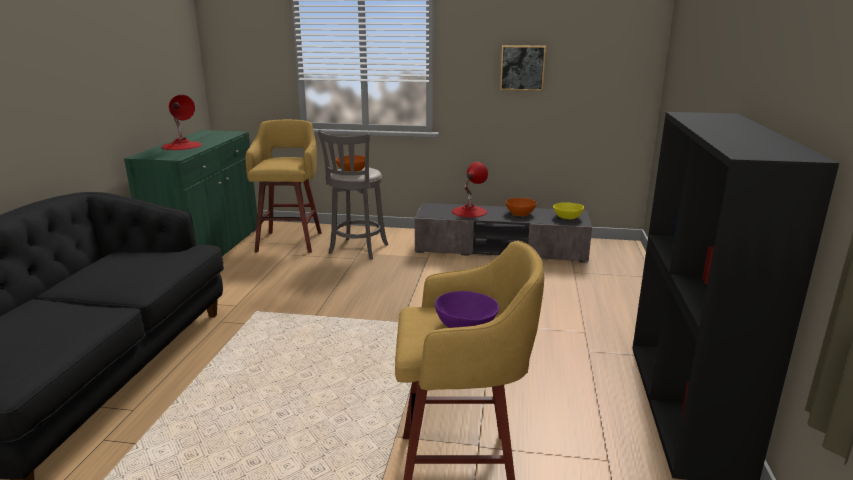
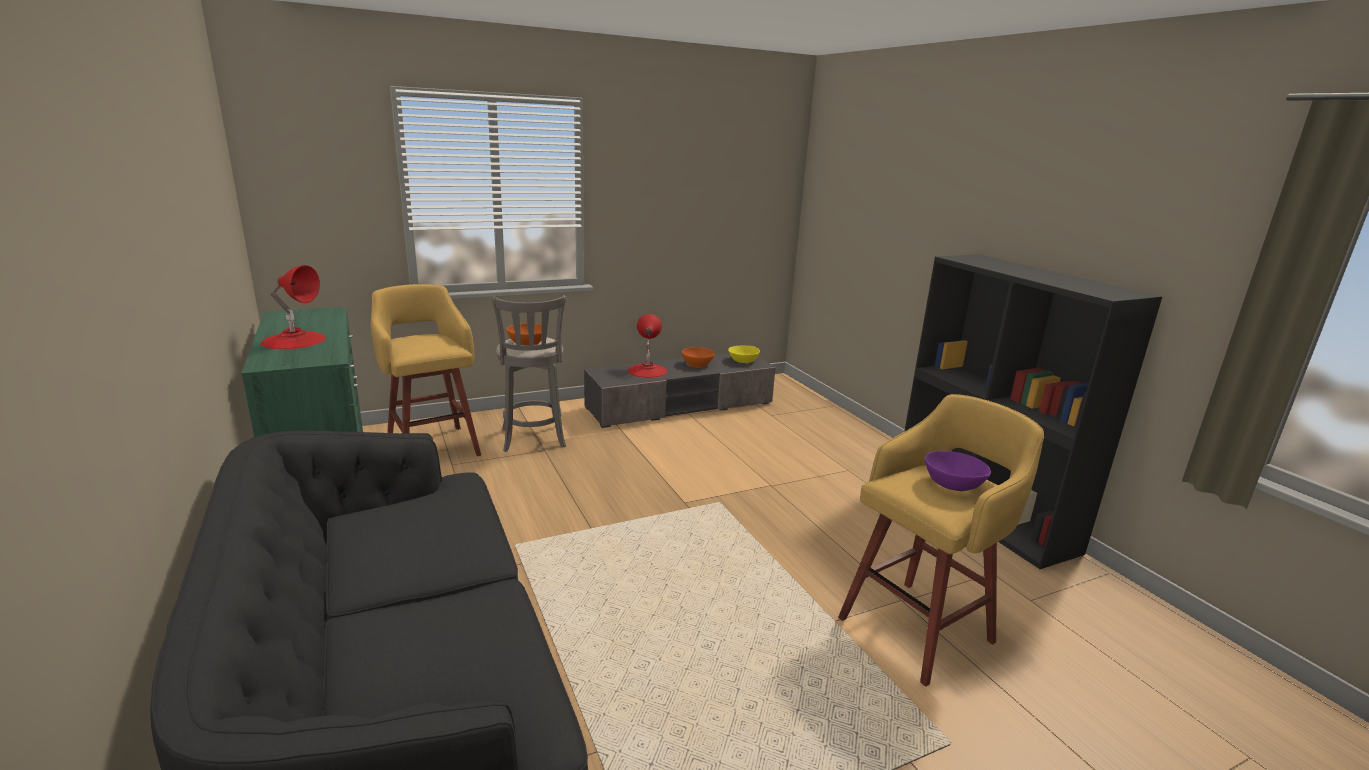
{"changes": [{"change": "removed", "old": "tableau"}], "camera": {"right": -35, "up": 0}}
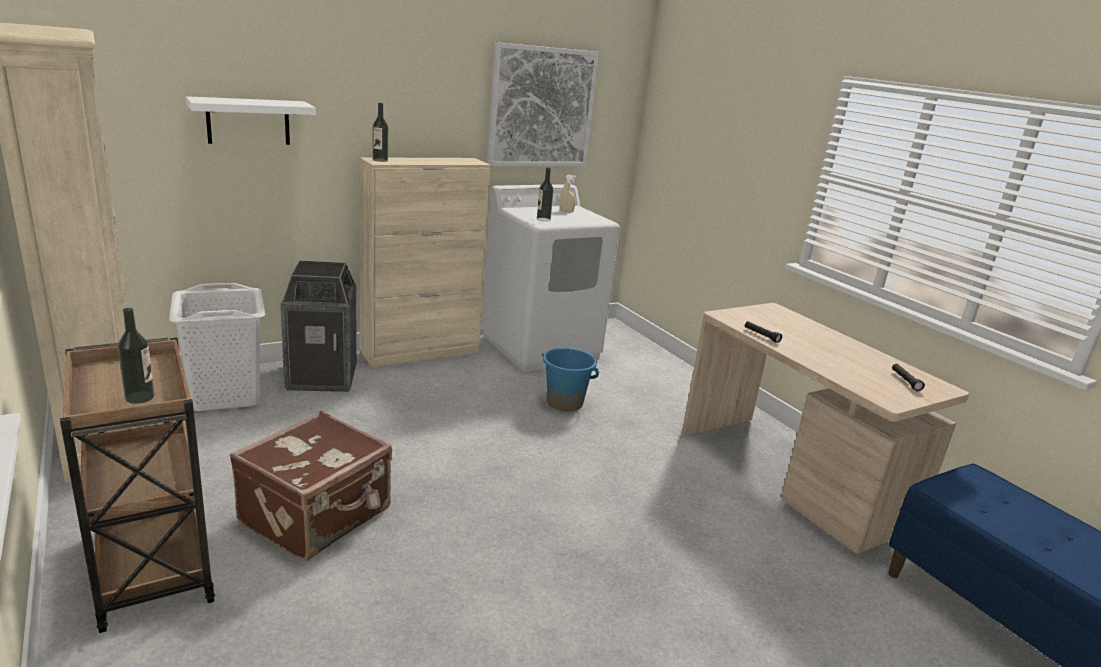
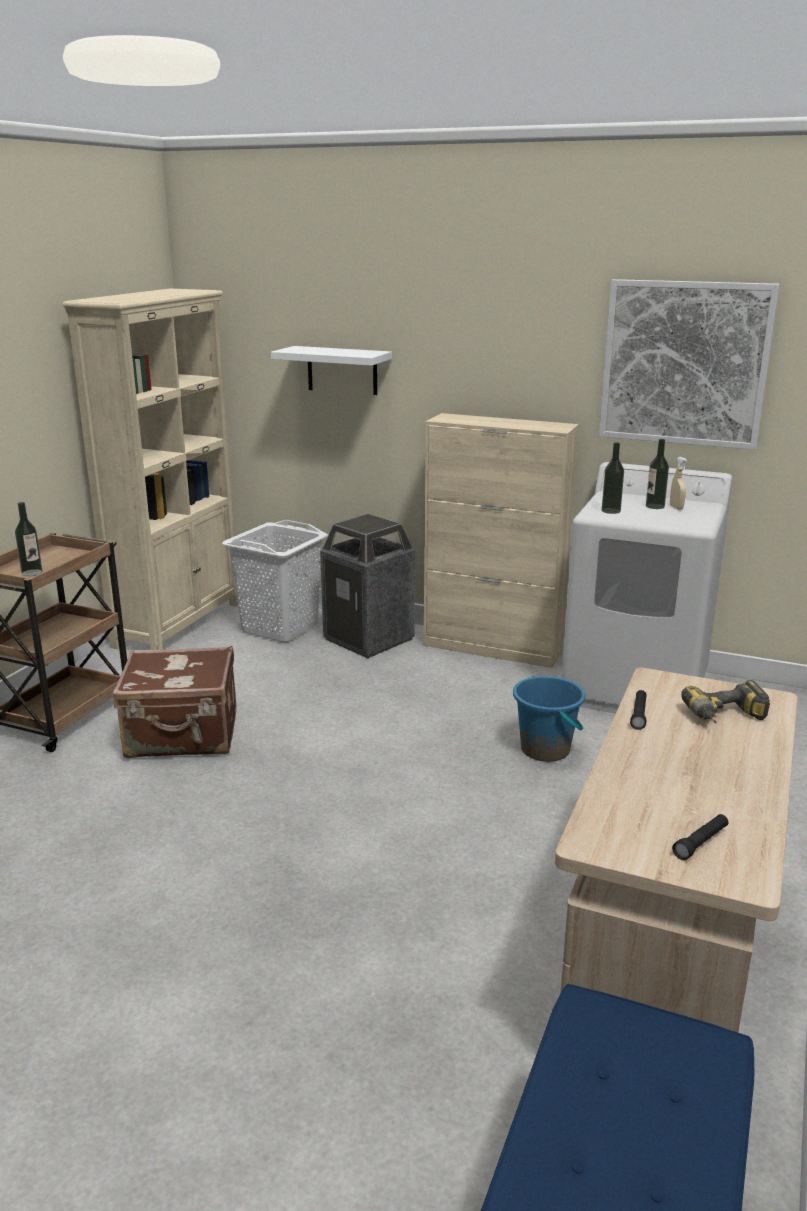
{"changes": [{"change": "moved", "old": "bouteille (2nd from left in the first image)", "new": "bouteille (3rd from left)"}, {"change": "added", "new": "perceuse"}], "camera": {"right": 55, "up": 0}}
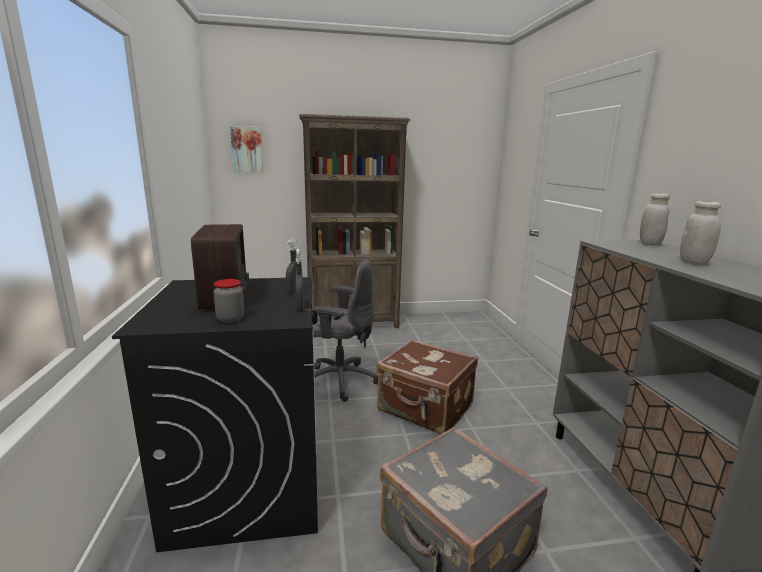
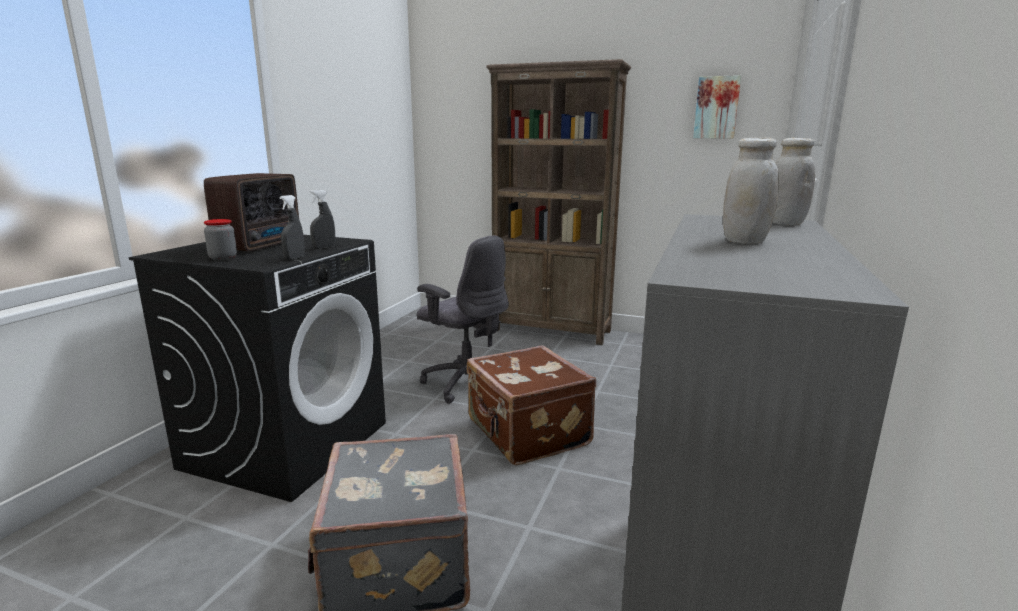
{"changes": [{"change": "moved", "old": "tableau"}], "camera": {"right": 30, "up": 0}}
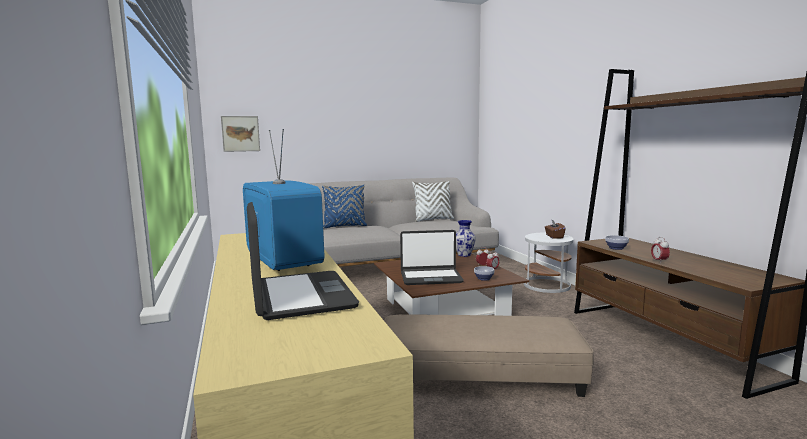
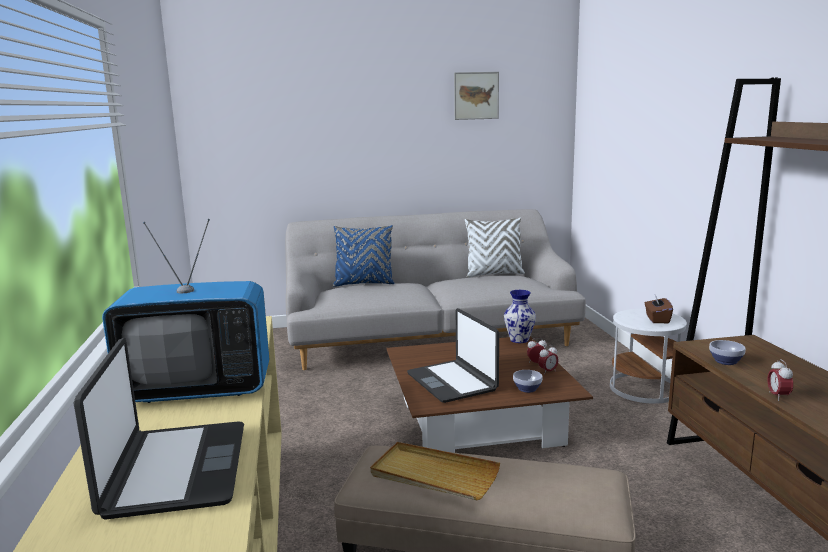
{"changes": [{"change": "moved", "old": "tableau"}, {"change": "turned", "old": "téléviseur", "degrees": 105}, {"change": "turned", "old": "ordinateur portable (2nd from left)", "degrees": 60}, {"change": "added", "new": "plateau/beige"}], "camera": {"right": 10, "up": 5}}
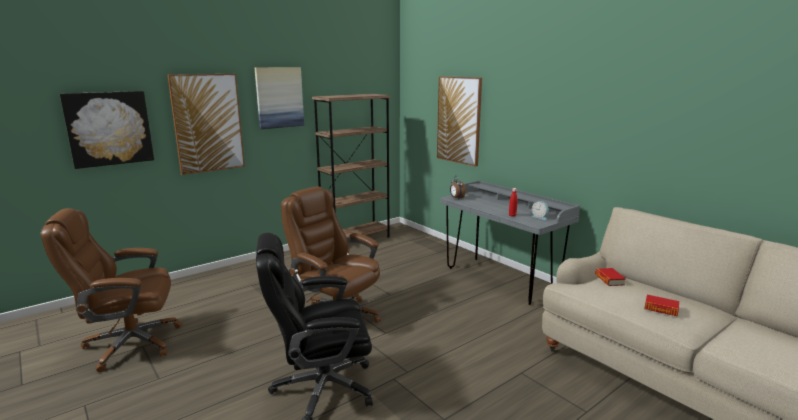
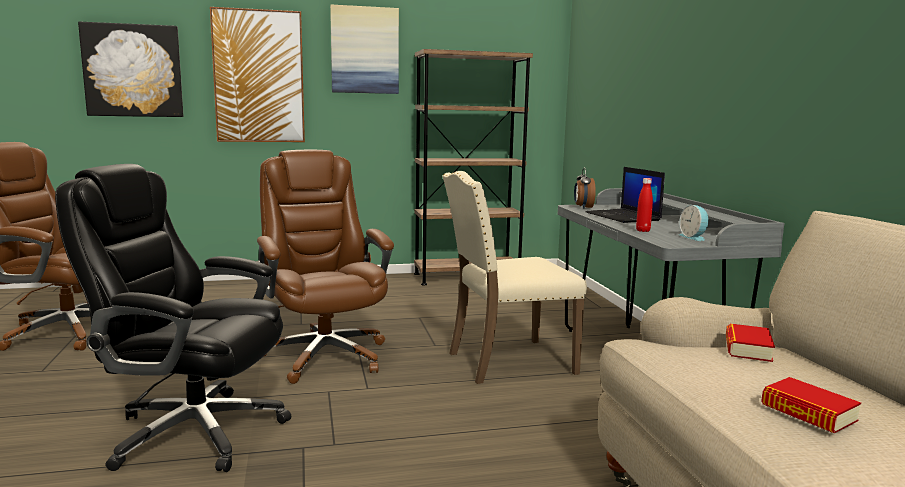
{"changes": [{"change": "removed", "old": "tableau (4th from left)"}, {"change": "added", "new": "chaise/beige"}, {"change": "added", "new": "ordinateur portable"}], "camera": {"right": 25, "up": -5}}
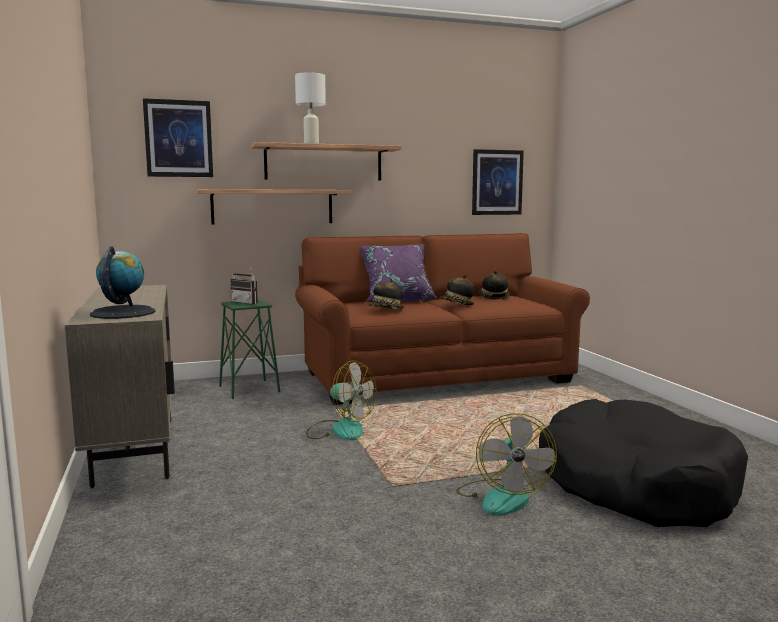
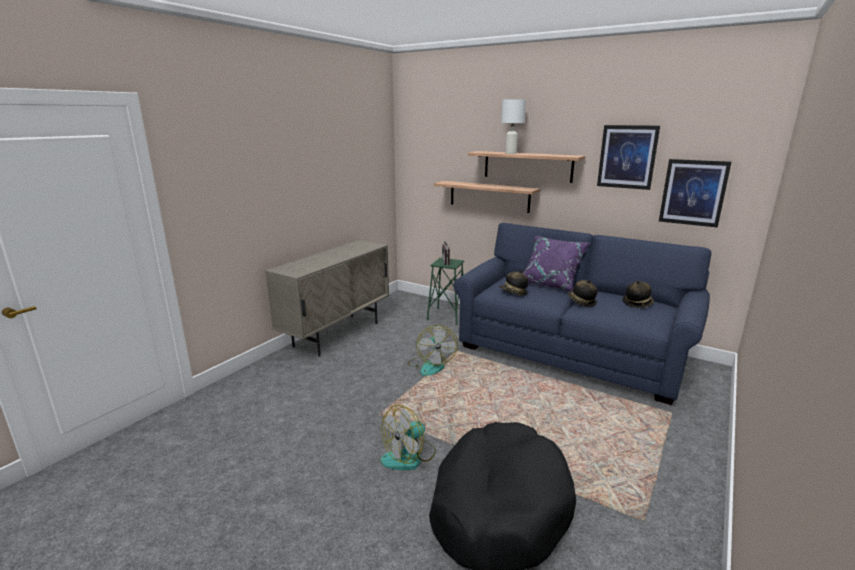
{"changes": [{"change": "removed", "old": "globe"}, {"change": "moved", "old": "tableau (1st from left)"}, {"change": "recoloured", "old": "canapé/marron", "new": "canapé/bleu"}], "camera": {"right": 50, "up": 10}}
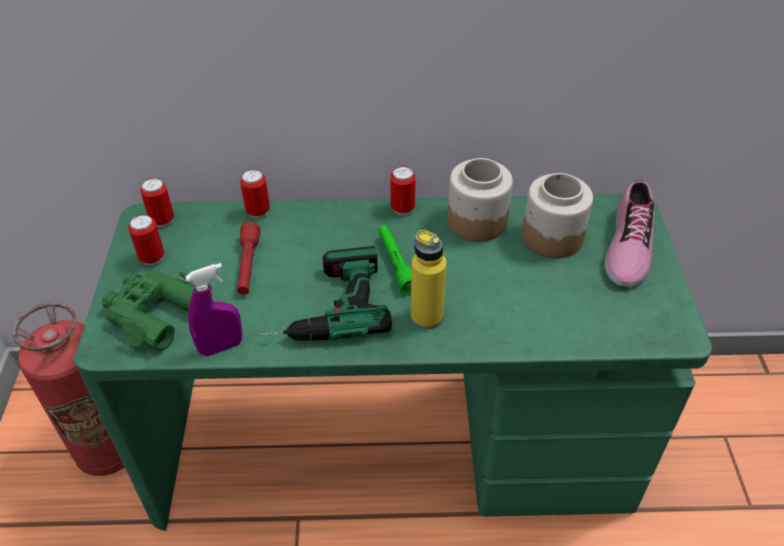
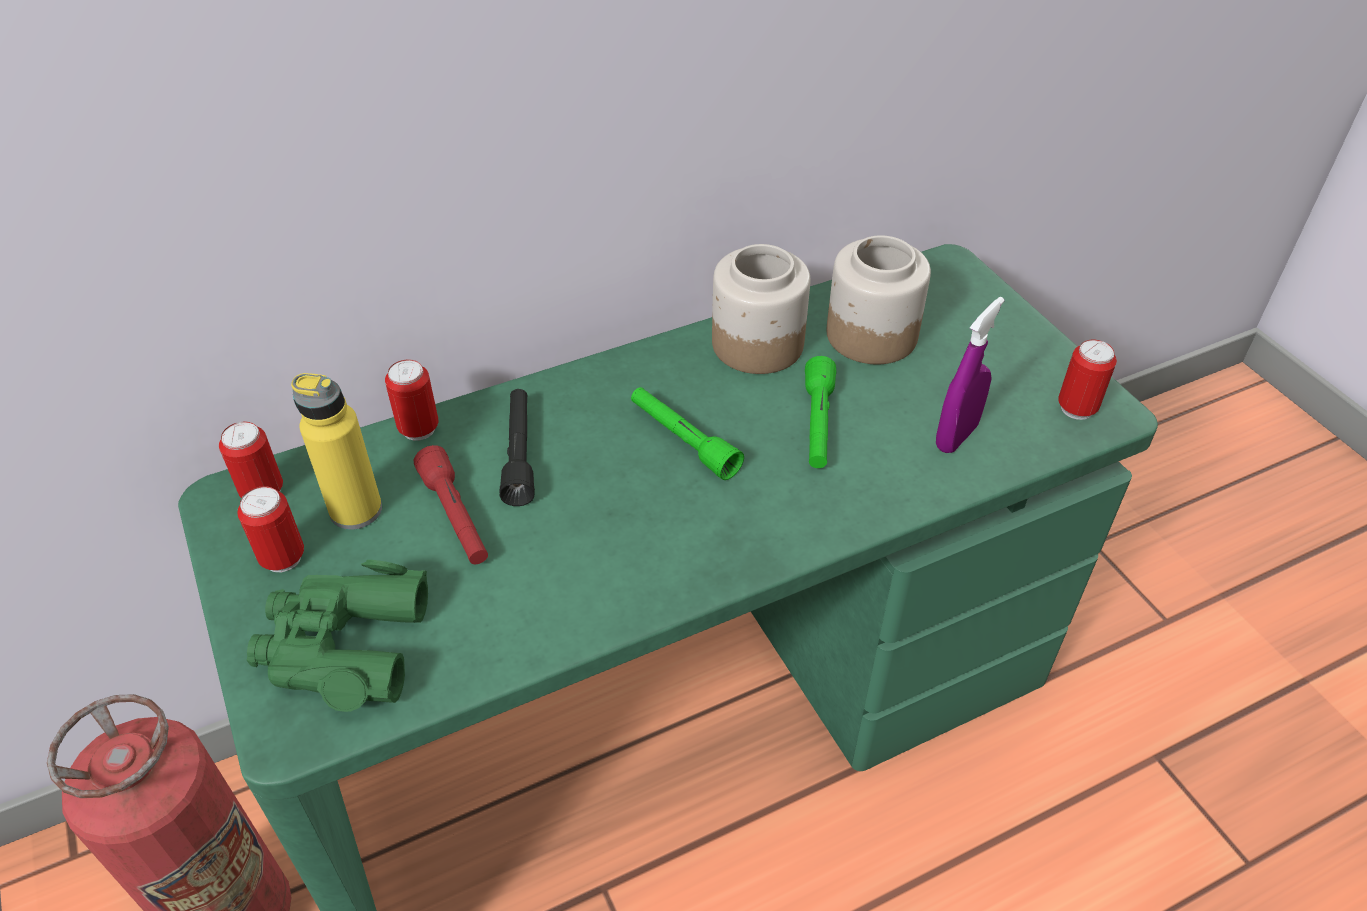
{"changes": [{"change": "moved", "old": "vaporisateur/violet"}, {"change": "removed", "old": "perceuse"}, {"change": "moved", "old": "boîte métallique (4th from left)"}, {"change": "moved", "old": "bouteille/jaune"}, {"change": "removed", "old": "chaussure"}, {"change": "added", "new": "lampe de poche/noir"}, {"change": "added", "new": "lampe de poche/vert (2nd from left)"}], "camera": {"right": -25, "up": 0}}
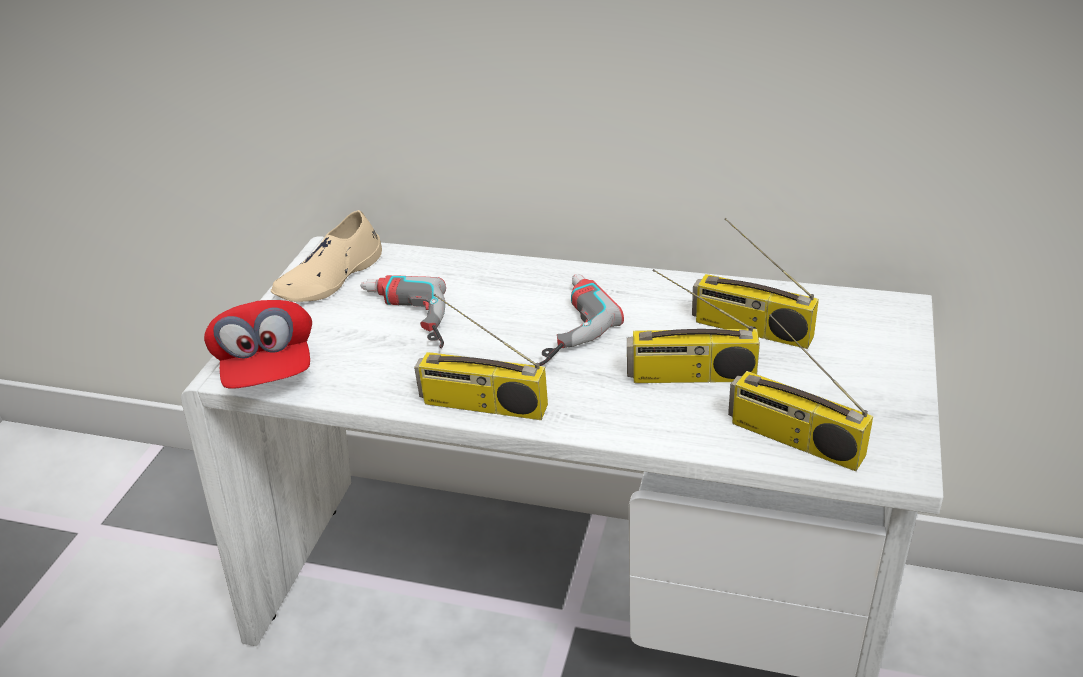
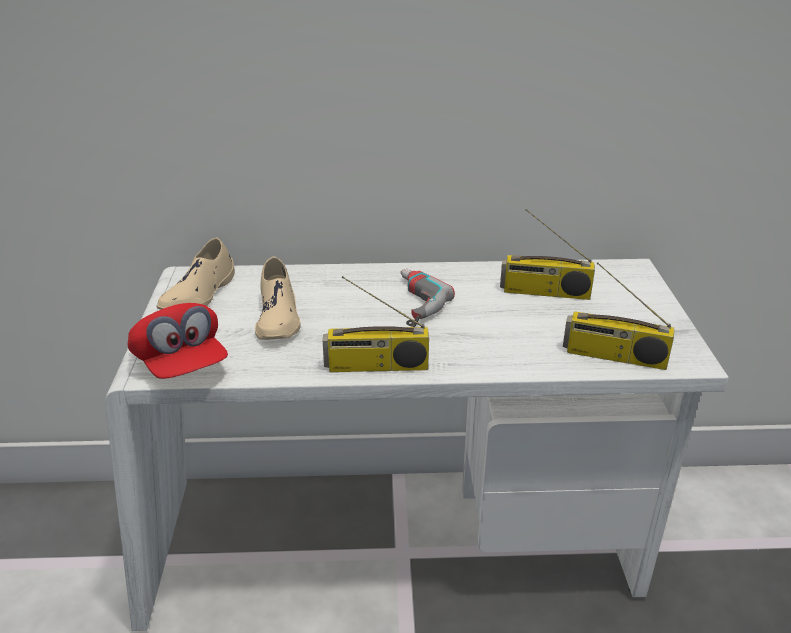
{"changes": [{"change": "replaced", "old": "perceuse (1st from left)", "new": "chaussure/beige (2nd from left)"}, {"change": "removed", "old": "radio (2nd from left)"}], "camera": {"right": -20, "up": -5}}
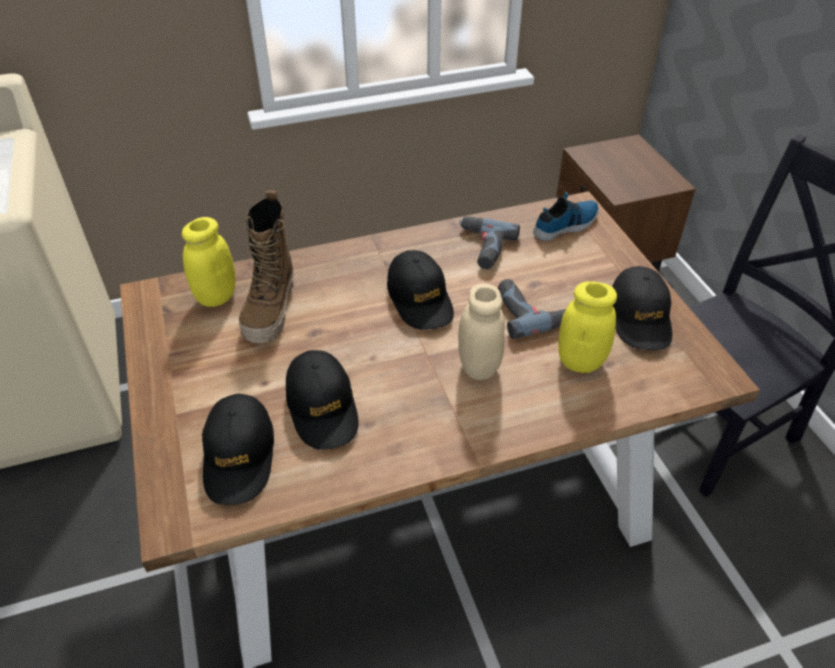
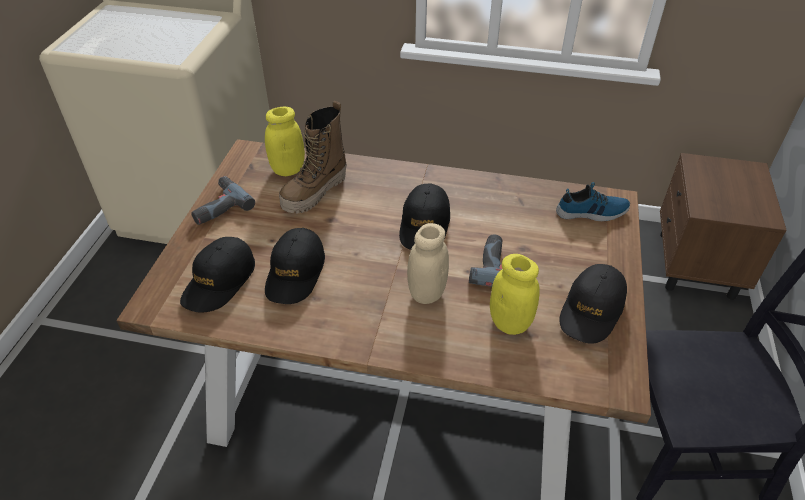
{"changes": [{"change": "moved", "old": "perceuse (1st from left)"}], "camera": {"right": 30, "up": 0}}
